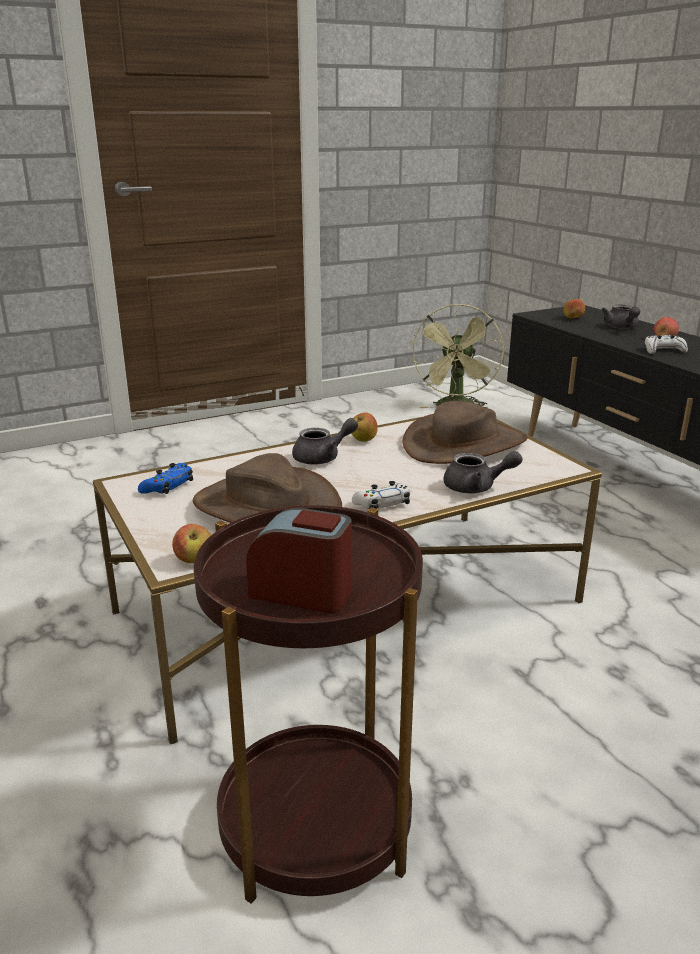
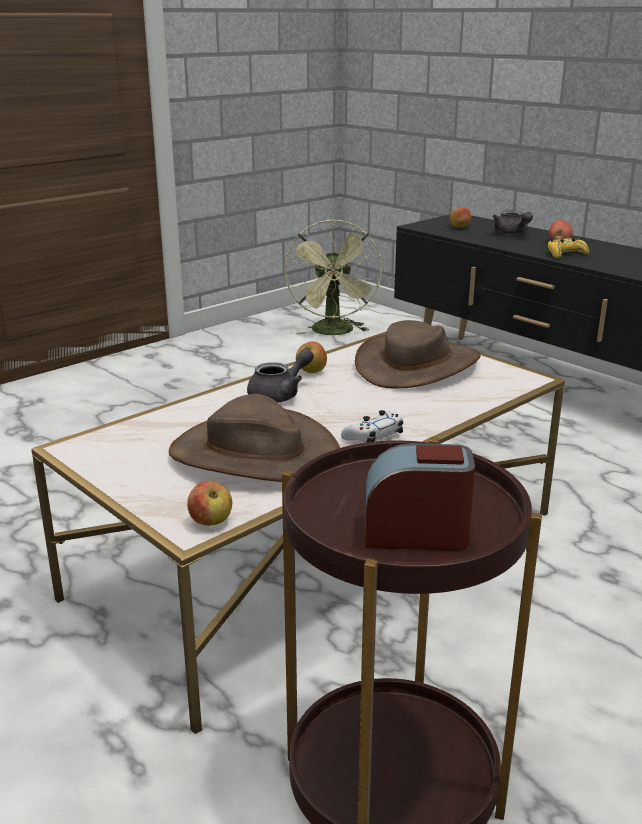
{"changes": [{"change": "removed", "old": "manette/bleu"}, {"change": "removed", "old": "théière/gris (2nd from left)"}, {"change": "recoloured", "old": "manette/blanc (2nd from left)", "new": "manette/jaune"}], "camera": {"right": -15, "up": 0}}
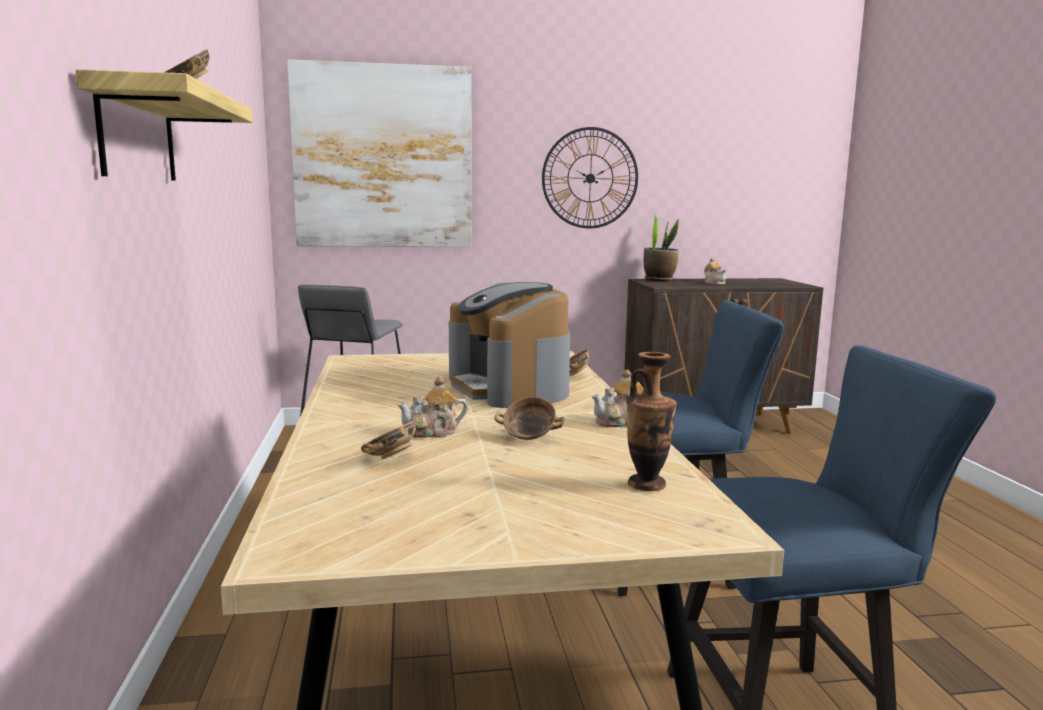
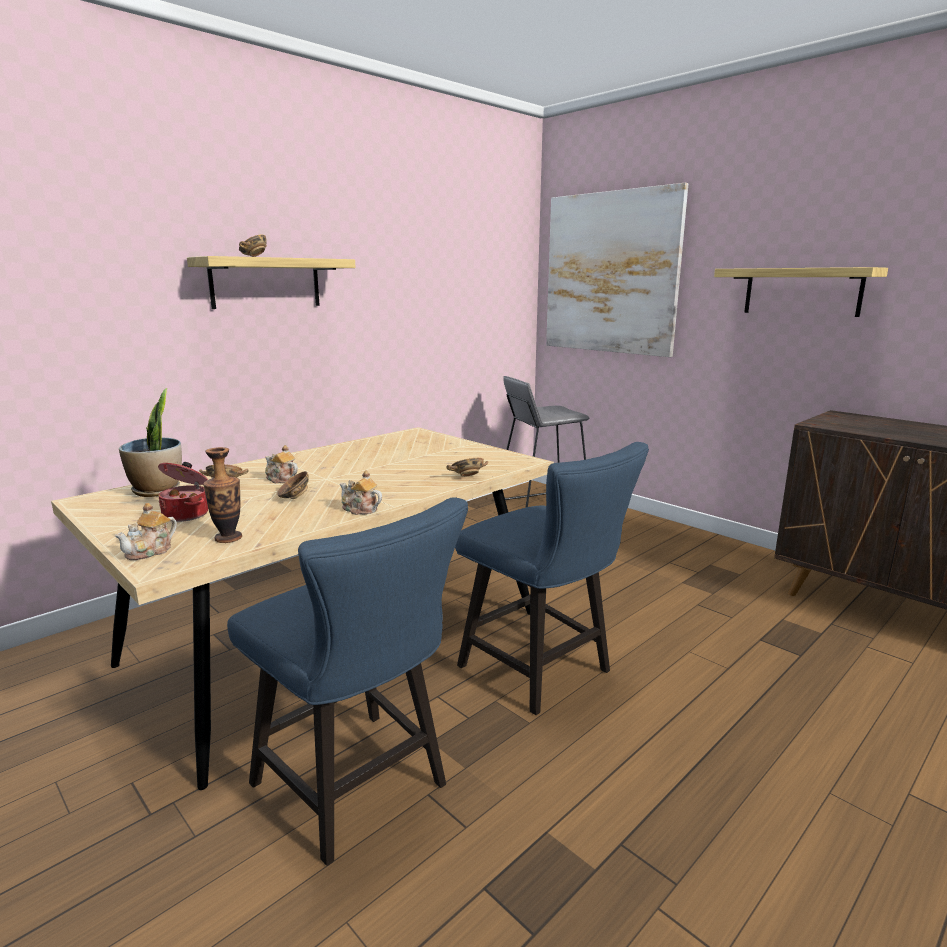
{"changes": [{"change": "removed", "old": "machine à café"}, {"change": "replaced", "old": "horloge murale", "new": "étagère (2nd from left)"}, {"change": "moved", "old": "plante en pot"}, {"change": "moved", "old": "théière (3rd from left in the first image)", "new": "théière (1st from left)"}, {"change": "added", "new": "marmite"}], "camera": {"right": 55, "up": 5}}
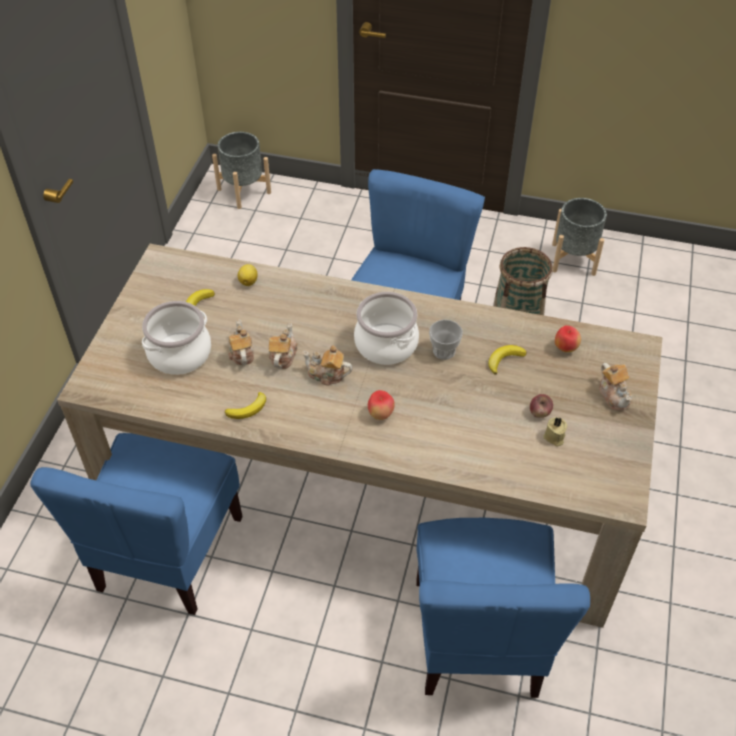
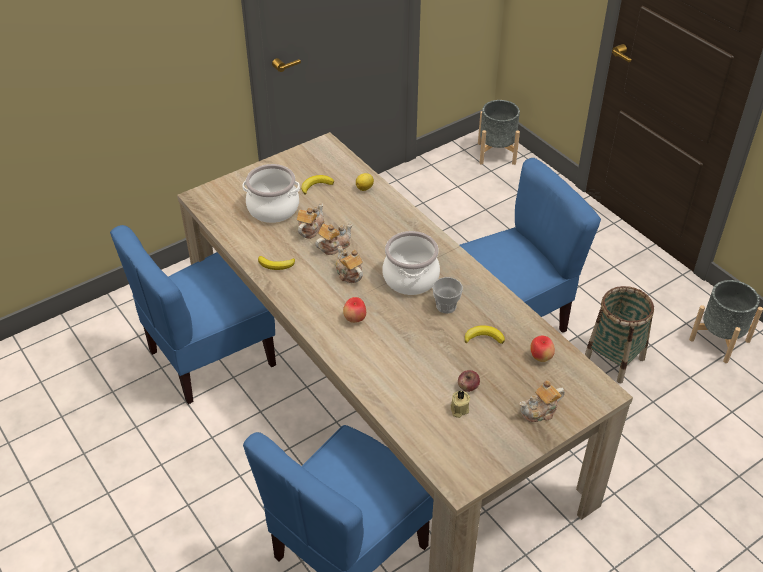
{"changes": [{"change": "turned", "old": "théière (4th from left)", "degrees": 45}], "camera": {"right": 40, "up": -5}}
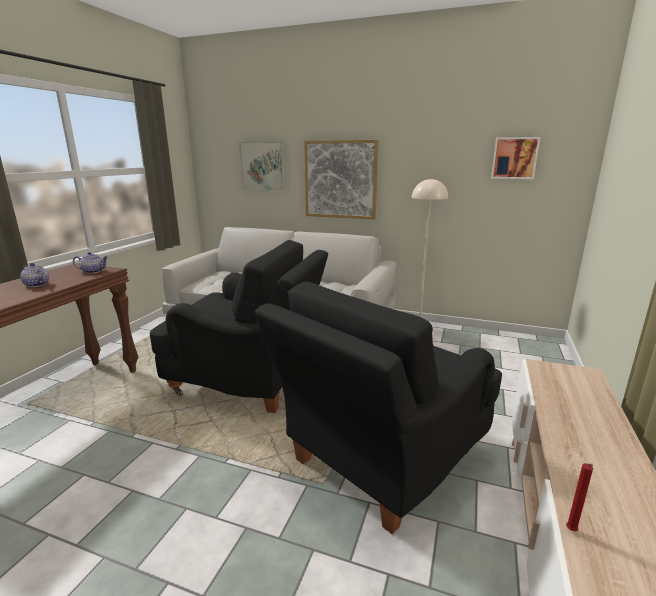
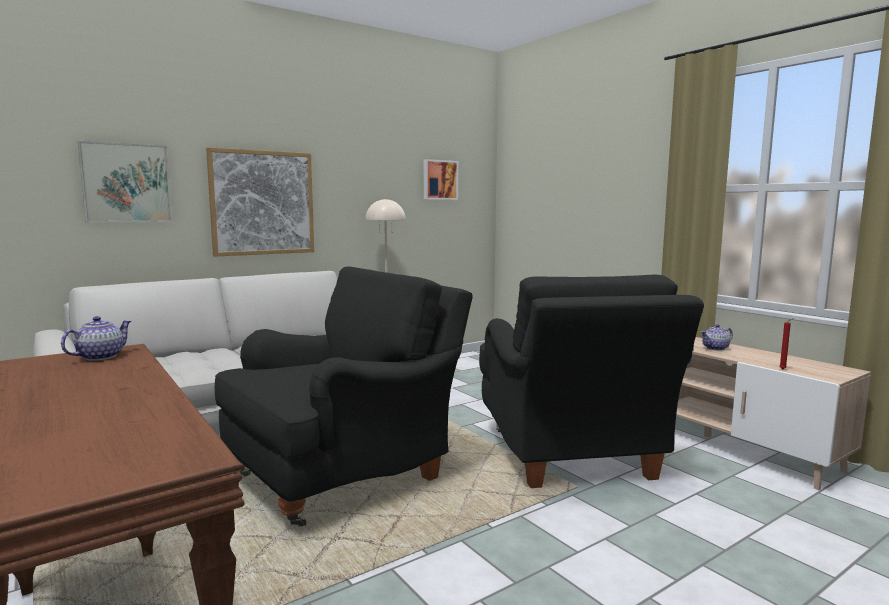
{"changes": [{"change": "moved", "old": "théière (1st from left in the first image)", "new": "théière (2nd from left)"}], "camera": {"right": -55, "up": -10}}
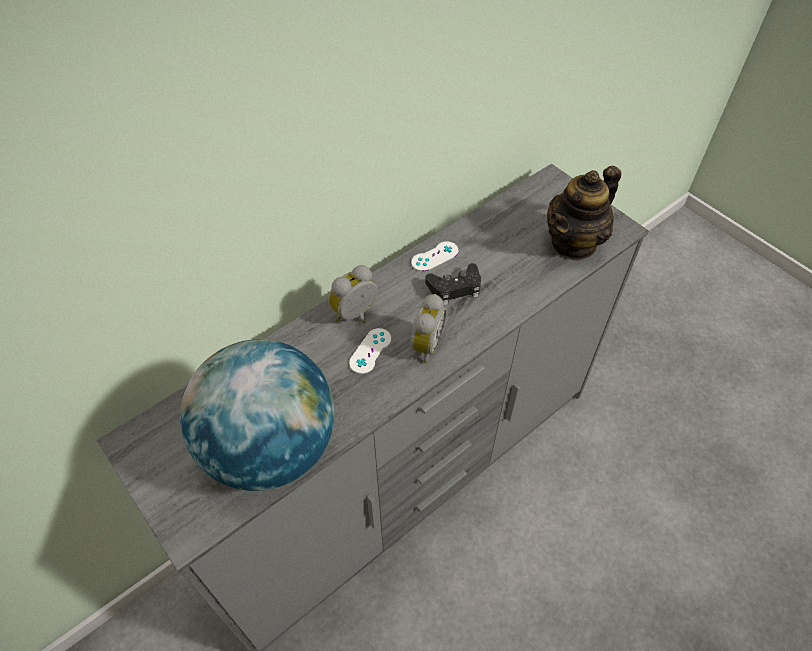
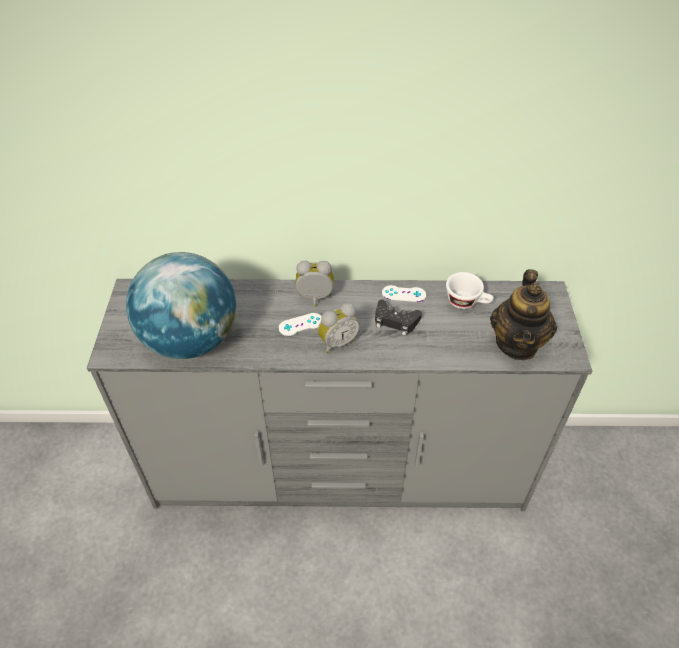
{"changes": [{"change": "turned", "old": "théière", "degrees": -75}, {"change": "added", "new": "tasse/blanc"}], "camera": {"right": 40, "up": -5}}
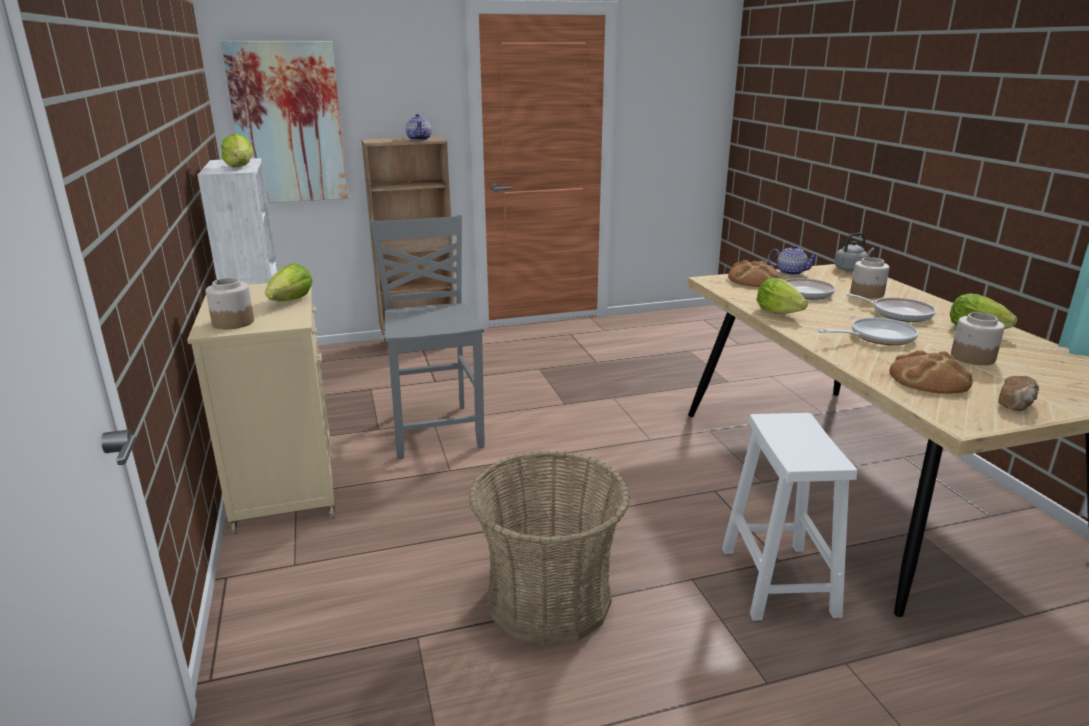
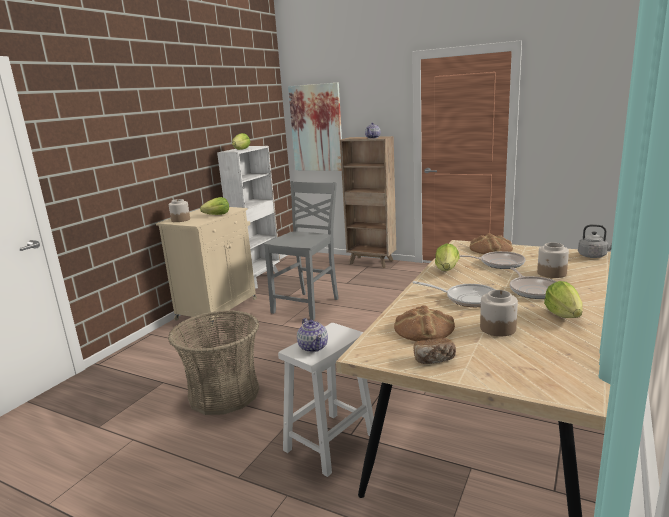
{"changes": [{"change": "moved", "old": "théière (2nd from left in the first image)", "new": "théière (1st from left)"}], "camera": {"right": 45, "up": -5}}
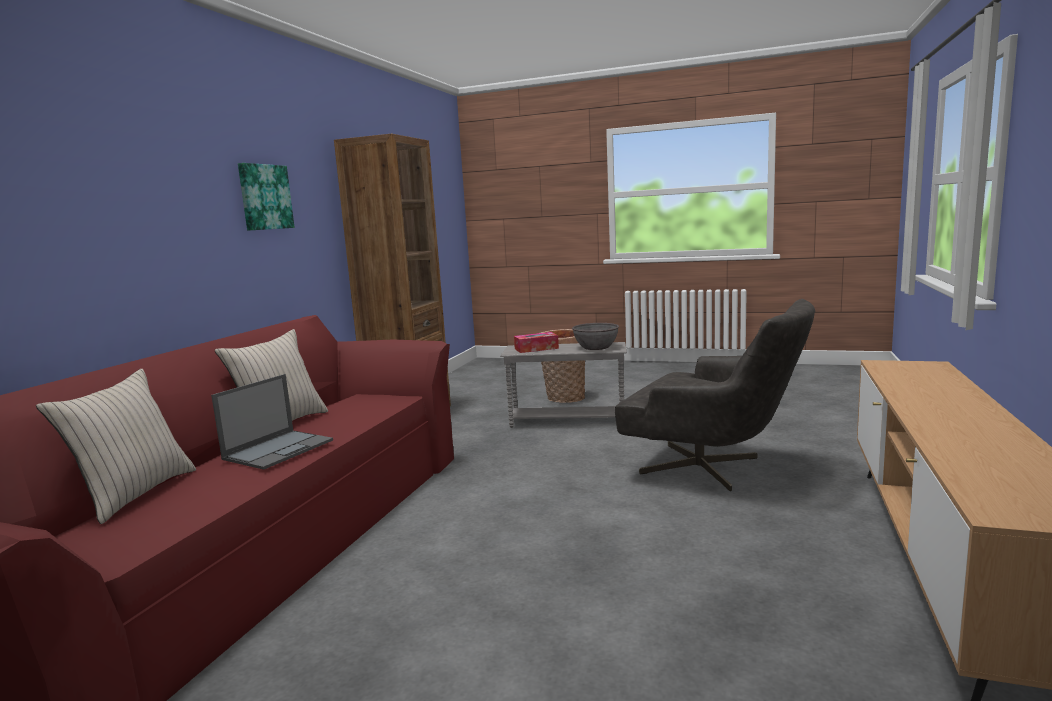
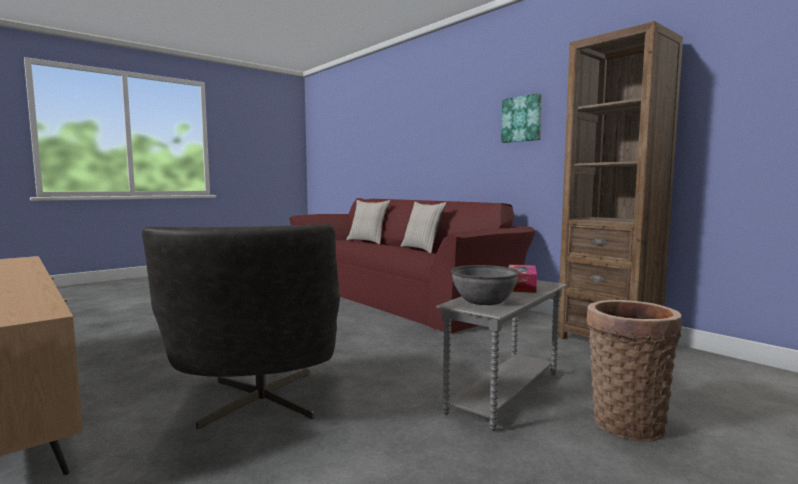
{"changes": [{"change": "removed", "old": "ordinateur portable"}, {"change": "turned", "old": "fauteuil/gris", "degrees": -75}], "camera": {"right": 120, "up": -5}}
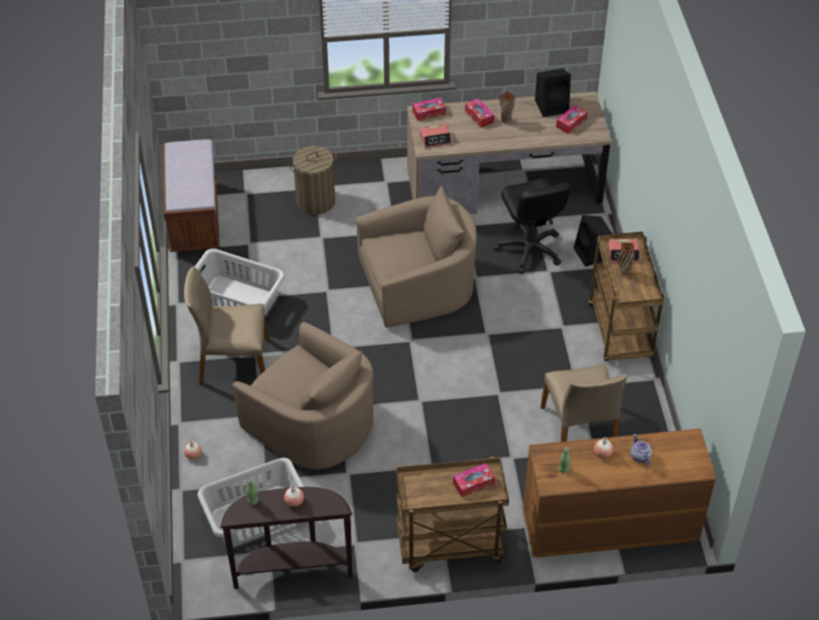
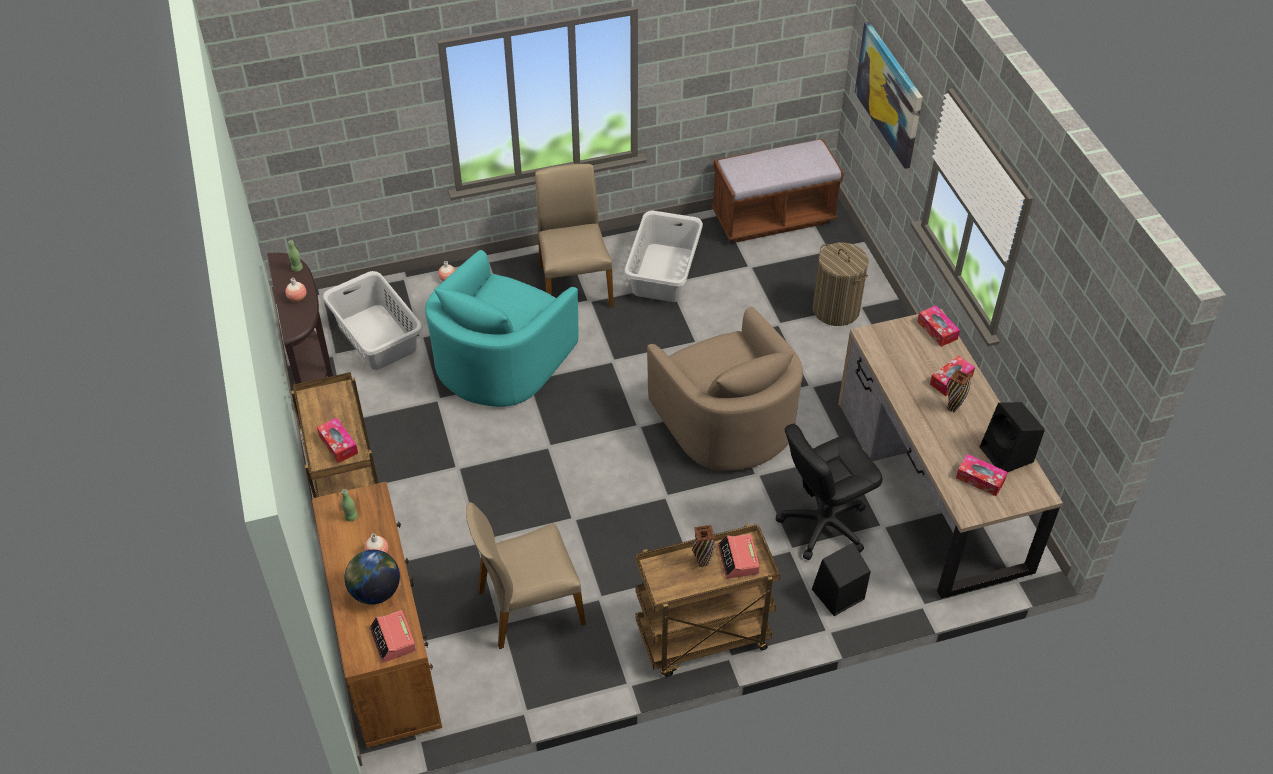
{"changes": [{"change": "recoloured", "old": "fauteuil/beige (1st from left)", "new": "fauteuil/turquoise"}, {"change": "moved", "old": "réveil (1st from left)"}, {"change": "replaced", "old": "théière", "new": "globe"}, {"change": "added", "new": "tableau"}], "camera": {"right": 80, "up": 0}}
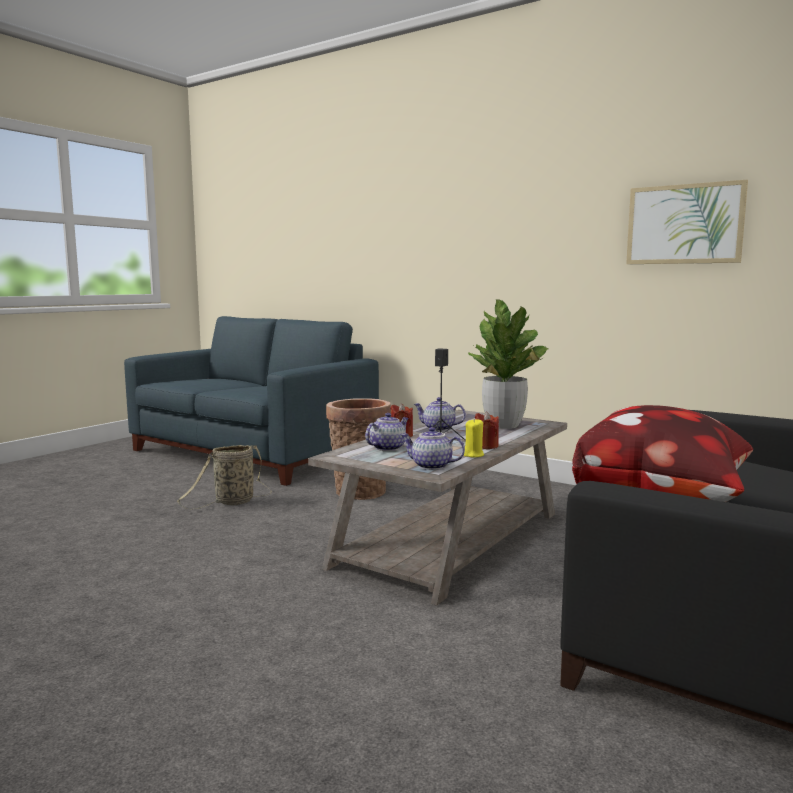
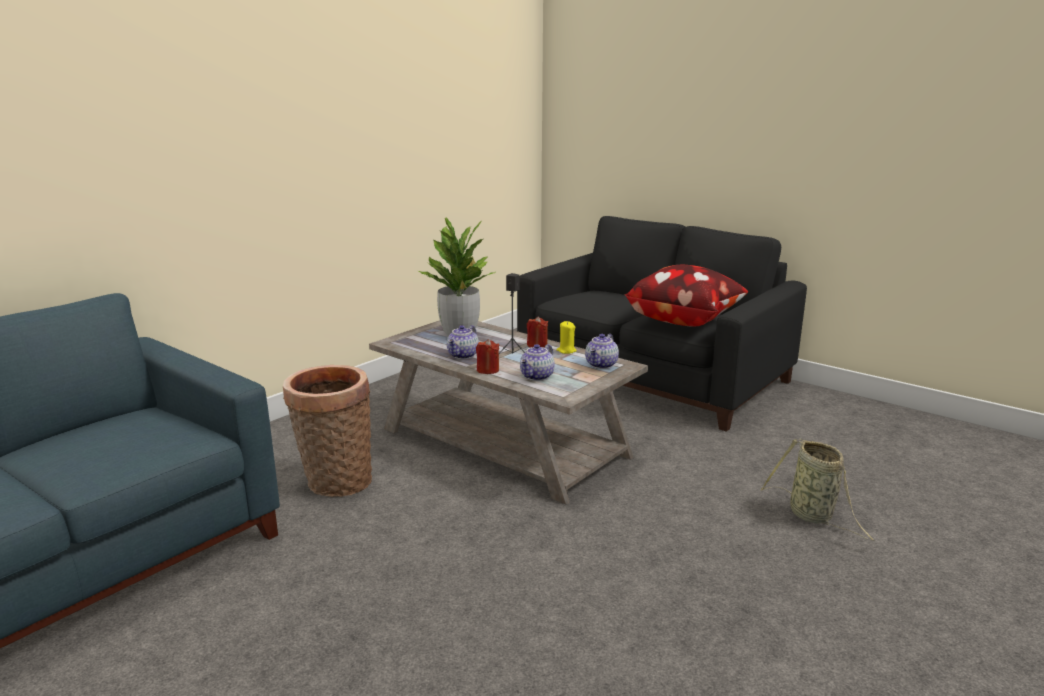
{"changes": [{"change": "moved", "old": "panier (1st from left in the first image)", "new": "panier (2nd from left)"}, {"change": "turned", "old": "théière (1st from left in the first image)", "degrees": -105}, {"change": "removed", "old": "tableau"}], "camera": {"right": -85, "up": 10}}
